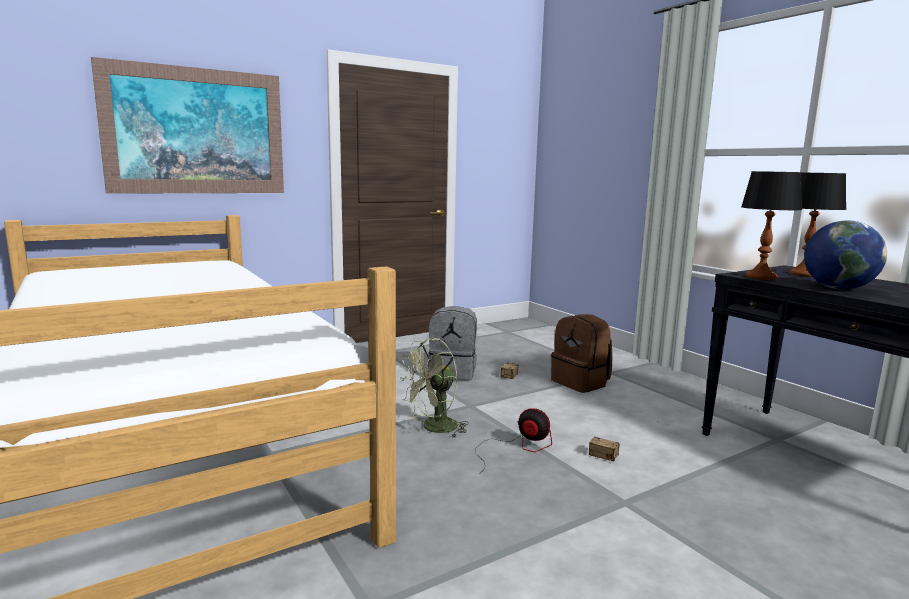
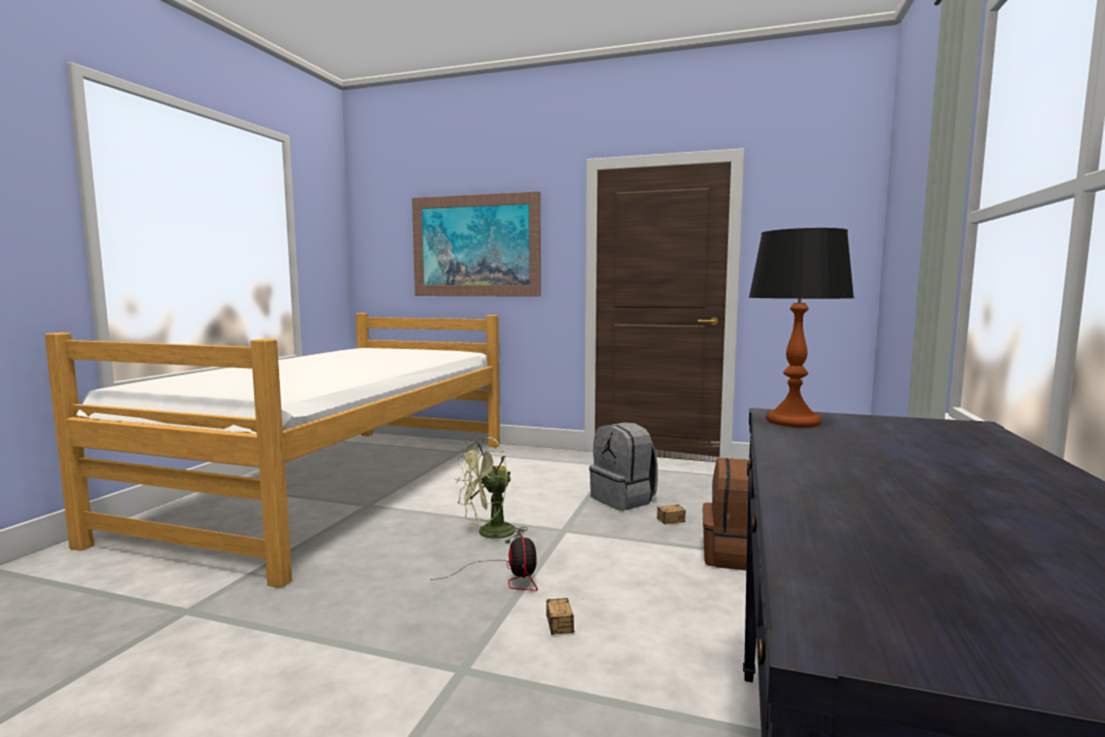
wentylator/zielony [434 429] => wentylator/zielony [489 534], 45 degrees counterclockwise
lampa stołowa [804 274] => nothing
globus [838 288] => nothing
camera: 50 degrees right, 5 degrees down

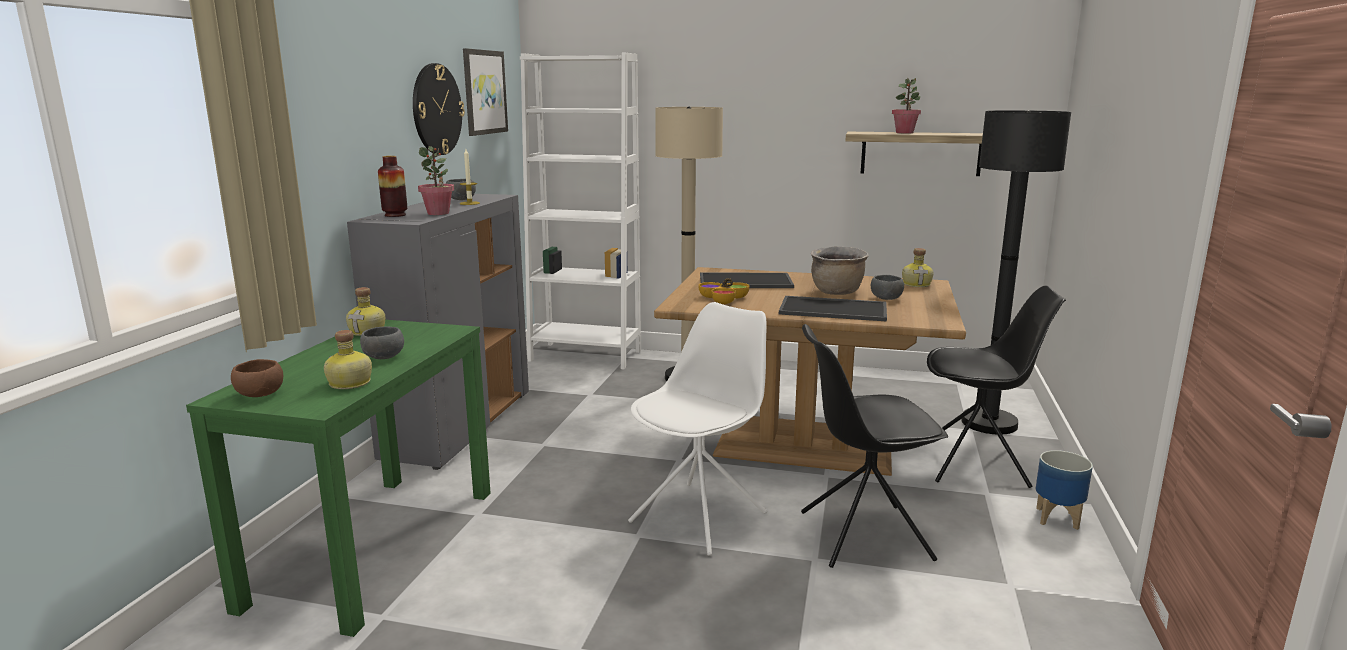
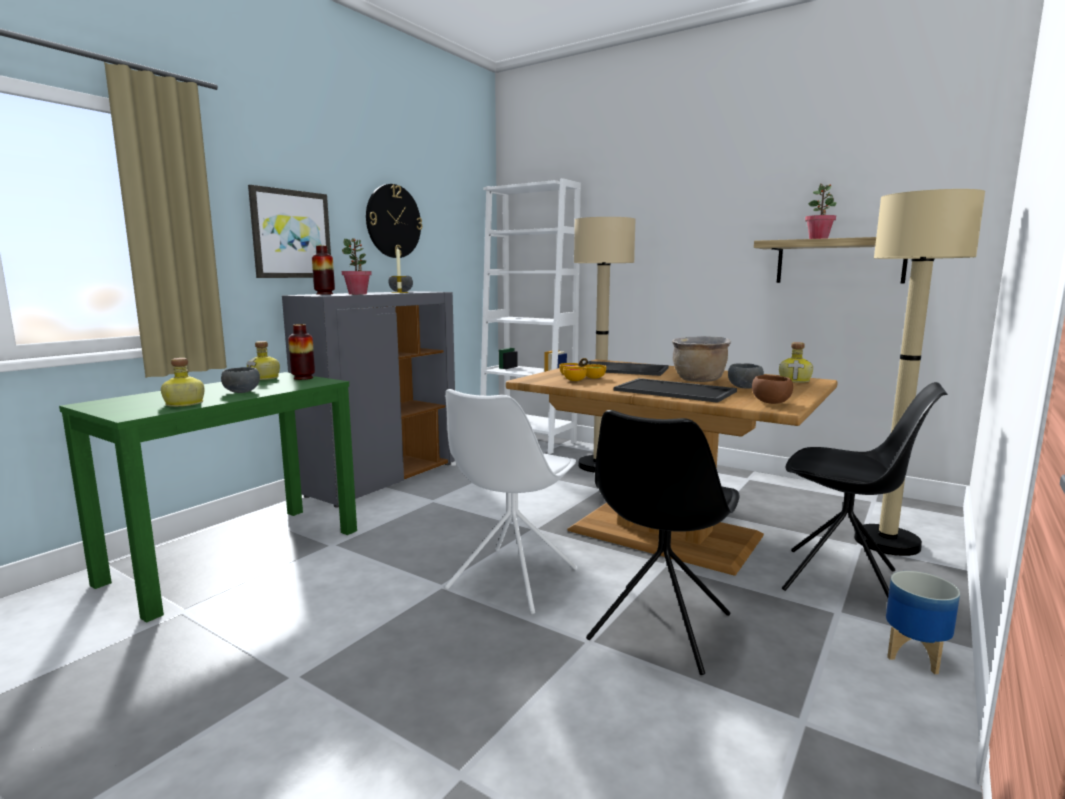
obraz [484 92] => obraz [291 234], move
nothing => wazon [303 378]
krzesło/biały [700 516] => krzesło/biały [511 580], 150 degrees clockwise
krzesło/czarny [862 535] => krzesło/czarny [658 628], 75 degrees counterclockwise
miska/brązowy [259 395] => miska/brązowy [770 402], move
lampa stojąca/czarny [989 423] => lampa stojąca/beżowy [887 542]
camera: 20 degrees right, 5 degrees down

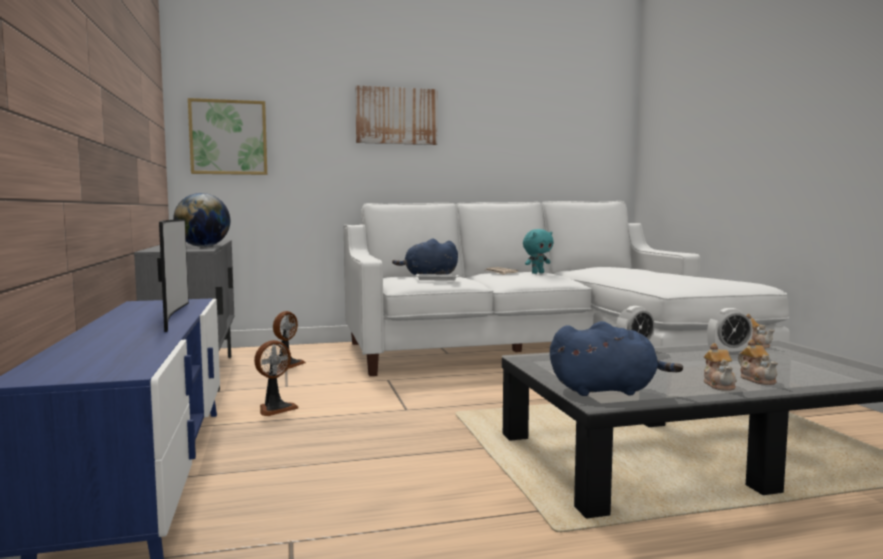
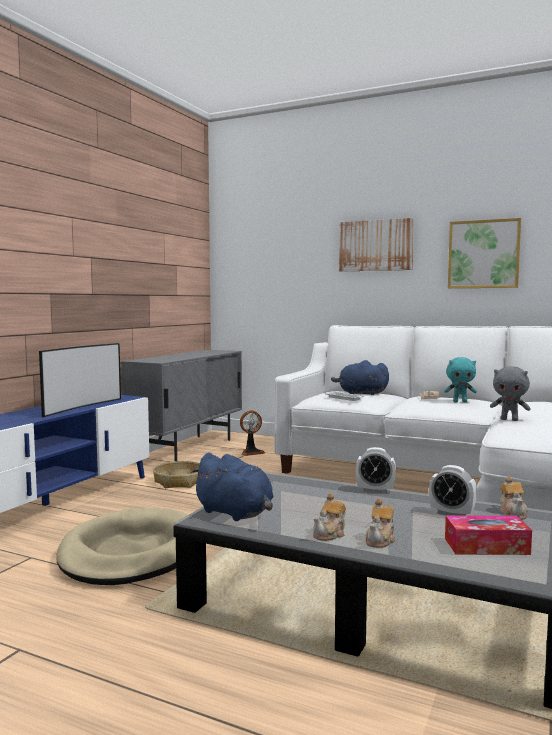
nothing => legowisko/beżowy [131 552]
wentylator [275 409] => koszyk [179 481]
nothing => pudełko chusteczek [486 546]
obraz [228 137] => obraz [483 254], move
nothing => pluszak/szary [509 420]
globus [203 246] => nothing
camera: 40 degrees right, 0 degrees up

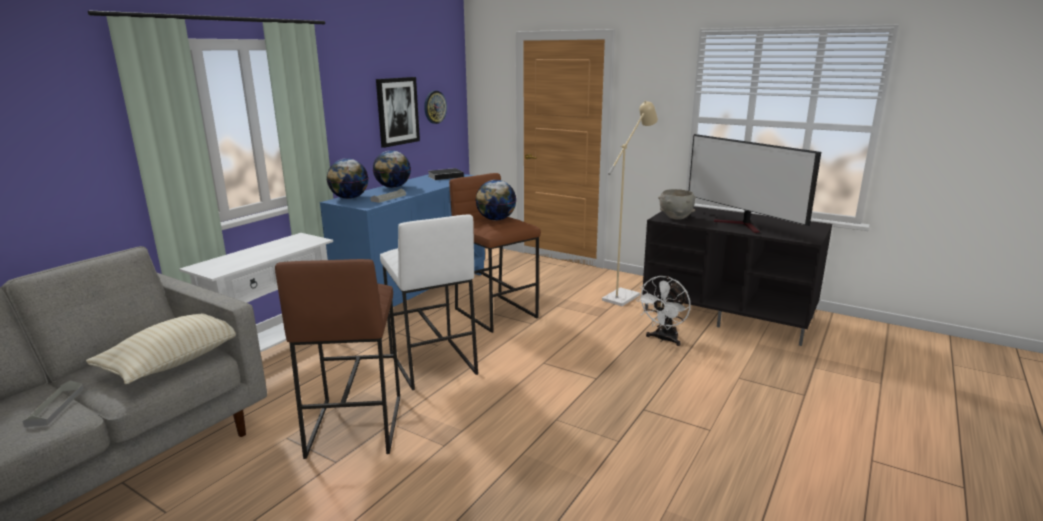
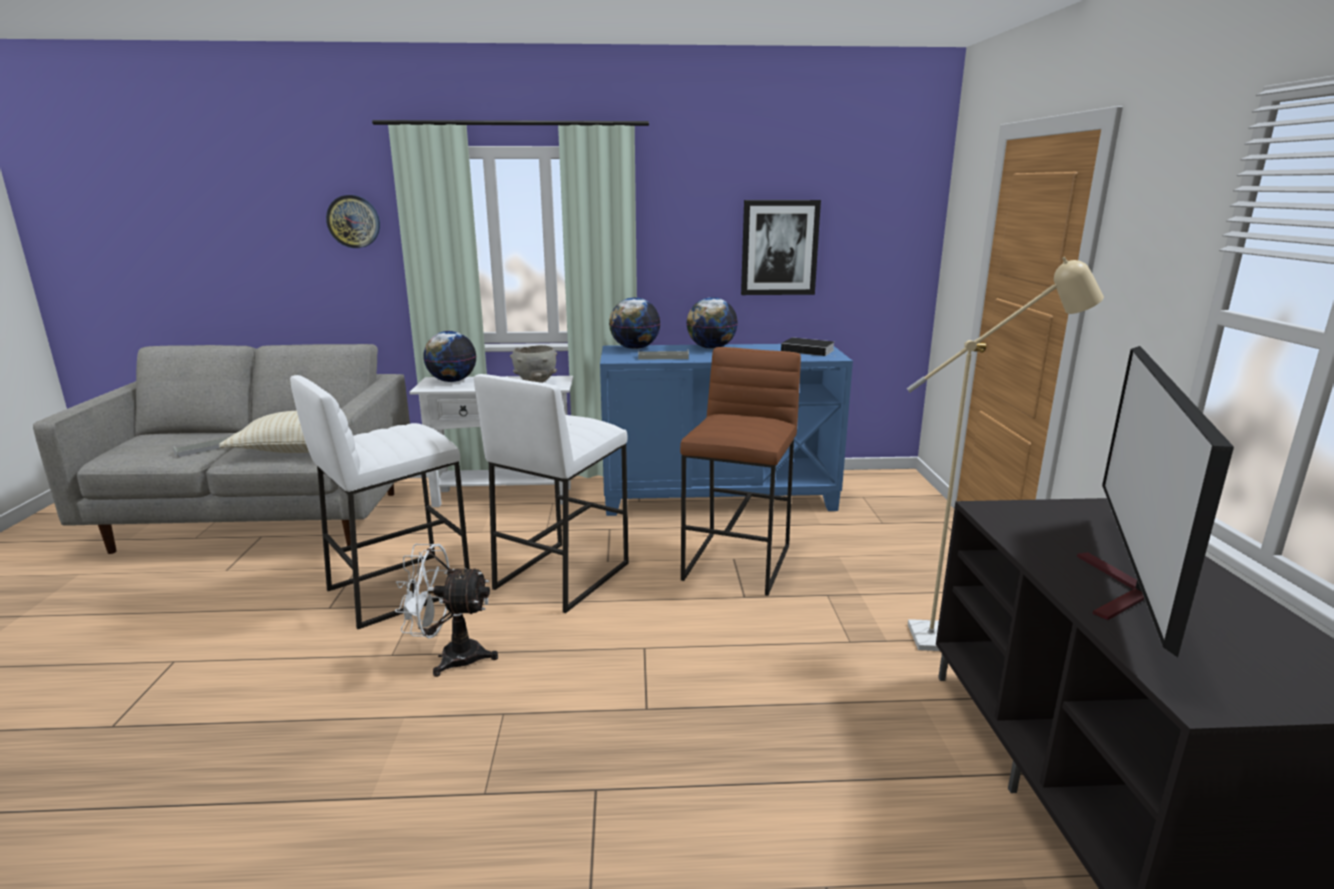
stołek/brązowy [354 425] => stołek/biały [399 588]
zegar ścienny [435 107] => zegar ścienny [353 221], move
wentylator/biały [663 339] => wentylator/biały [450 657], move
globus [496 219] => globus [452 381], move
miska/szary [675 218] => miska/szary [535 382], move
camera: 55 degrees right, 0 degrees up

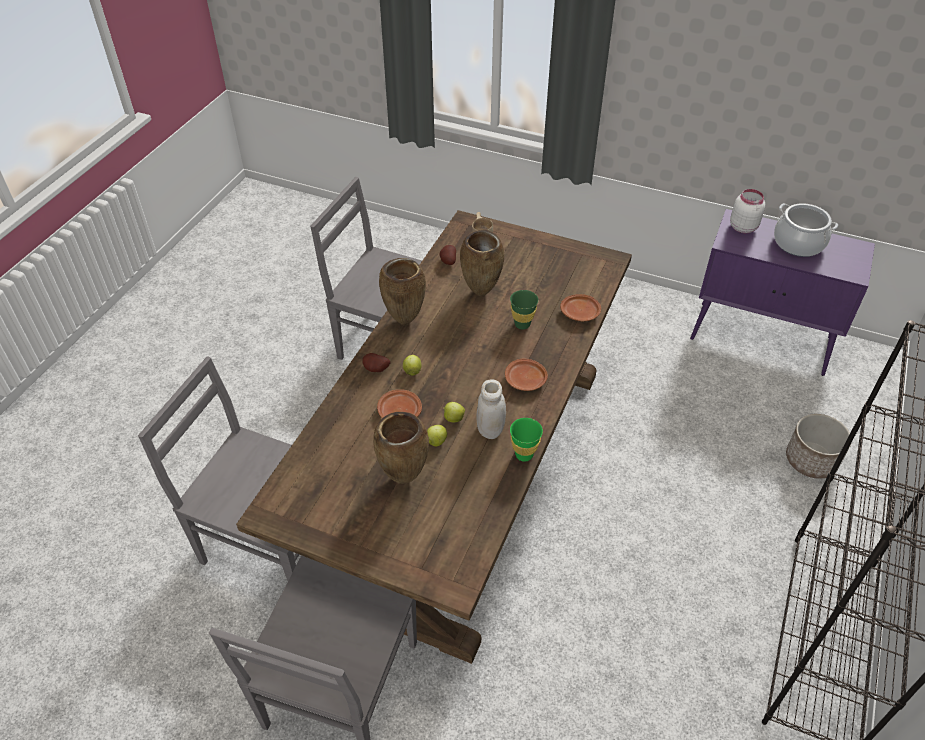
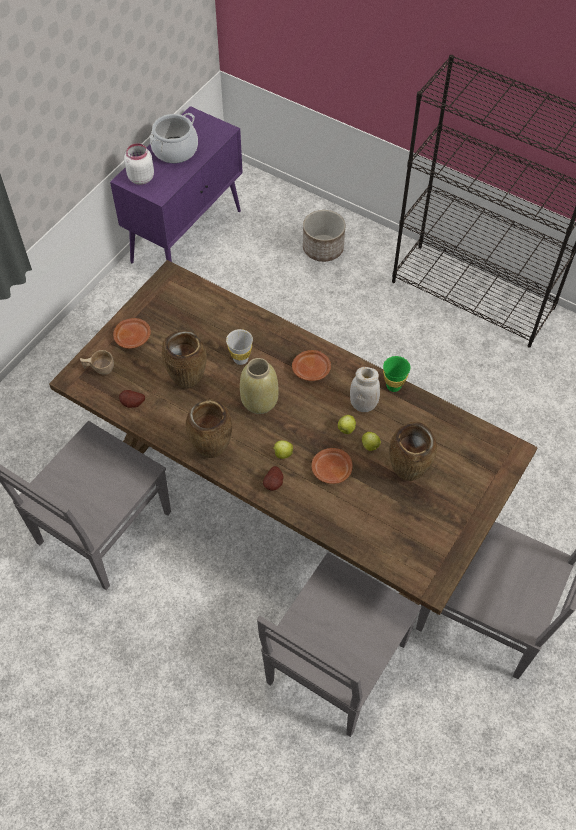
talerz/brązowy [580 313] => talerz/brązowy [133 337], move
filiżanka/zielony [522 324] => filiżanka/biały [240 359]
nothing => wazon/beżowy [259 401]
camera: 80 degrees left, 10 degrees up

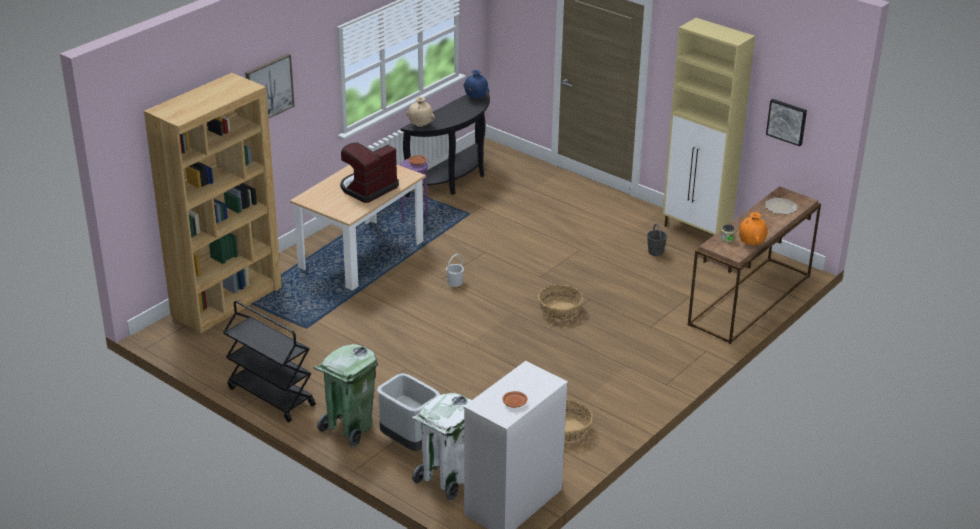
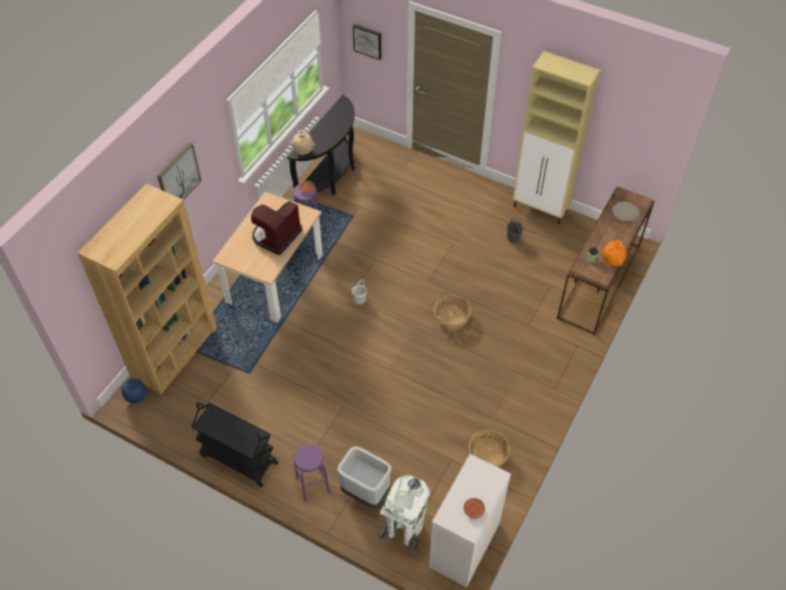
wazon/niebieski [475 98] => wazon/niebieski [136 398], move
kosz na śmieci/zielony [349 428] => stołek/fioletowy [312 485]
obraz [787 121] => obraz [368 41], move
camera: 10 degrees left, 20 degrees up

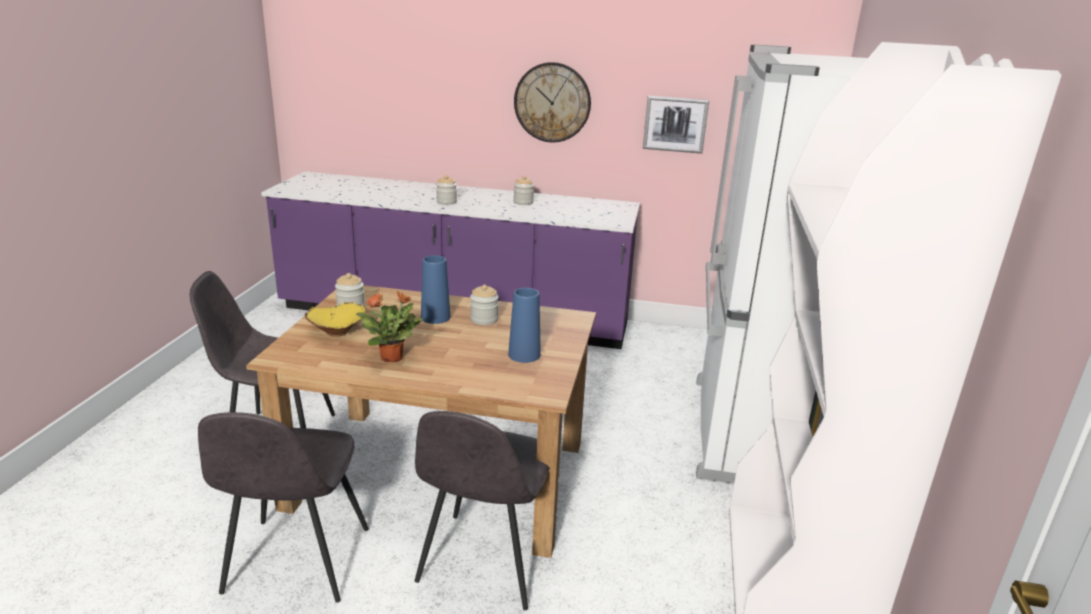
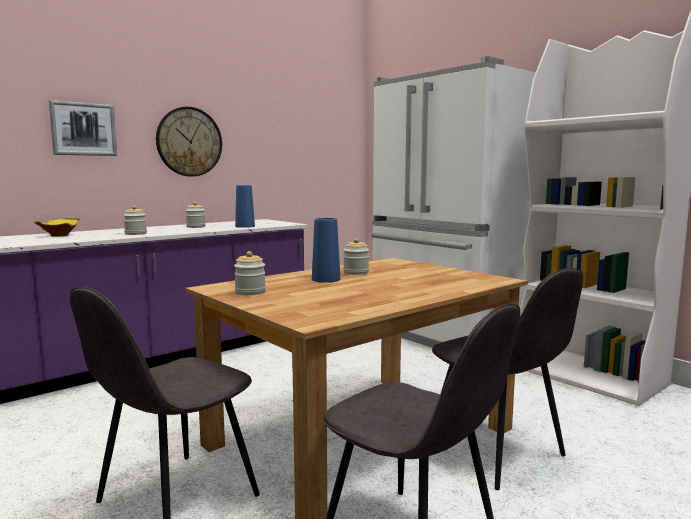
miska/żółty [336 331] => miska/żółty [58 235], move
obraz [675 124] => obraz [83 129], move
wazon/niebieski [524 355] => wazon/niebieski [245 226], move
roślina doniczkowa [392 358] => nothing
camera: 50 degrees left, 15 degrees down

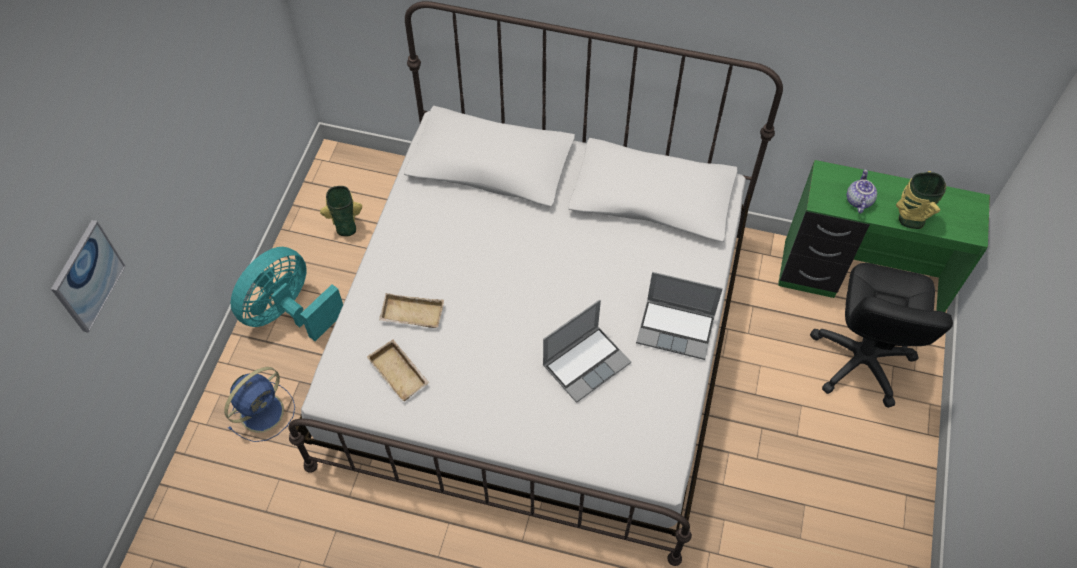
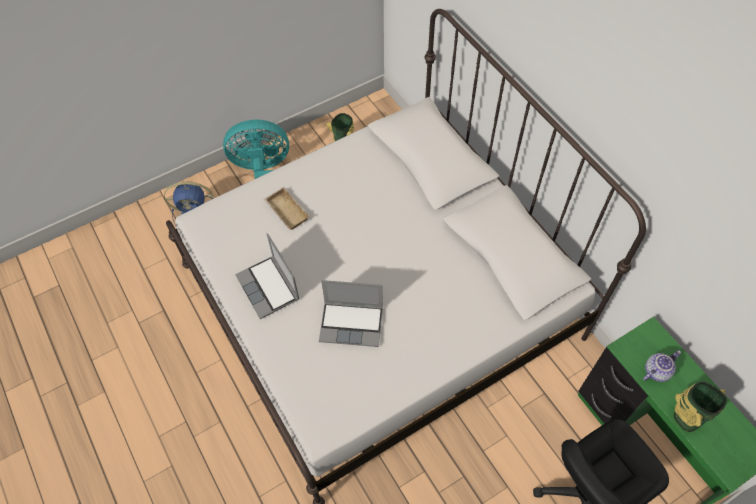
laptop [676 329] => laptop [269 288], move
obraz [87 276] => nothing
taca/beżowy [400 373] => nothing
camera: 45 degrees right, 0 degrees up

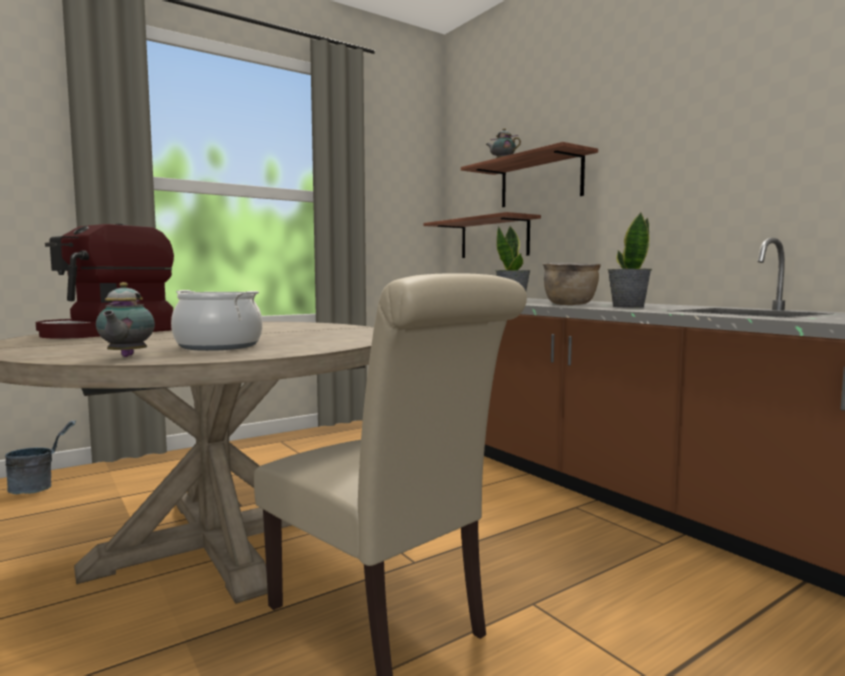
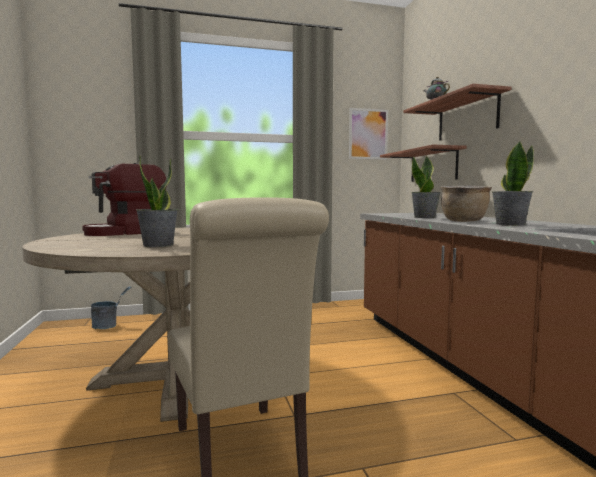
garnek [219 346] => roślina doniczkowa [158 245]
nothing => obraz [368 134]
imbryk [126 356] => nothing
camera: 20 degrees right, 0 degrees up

